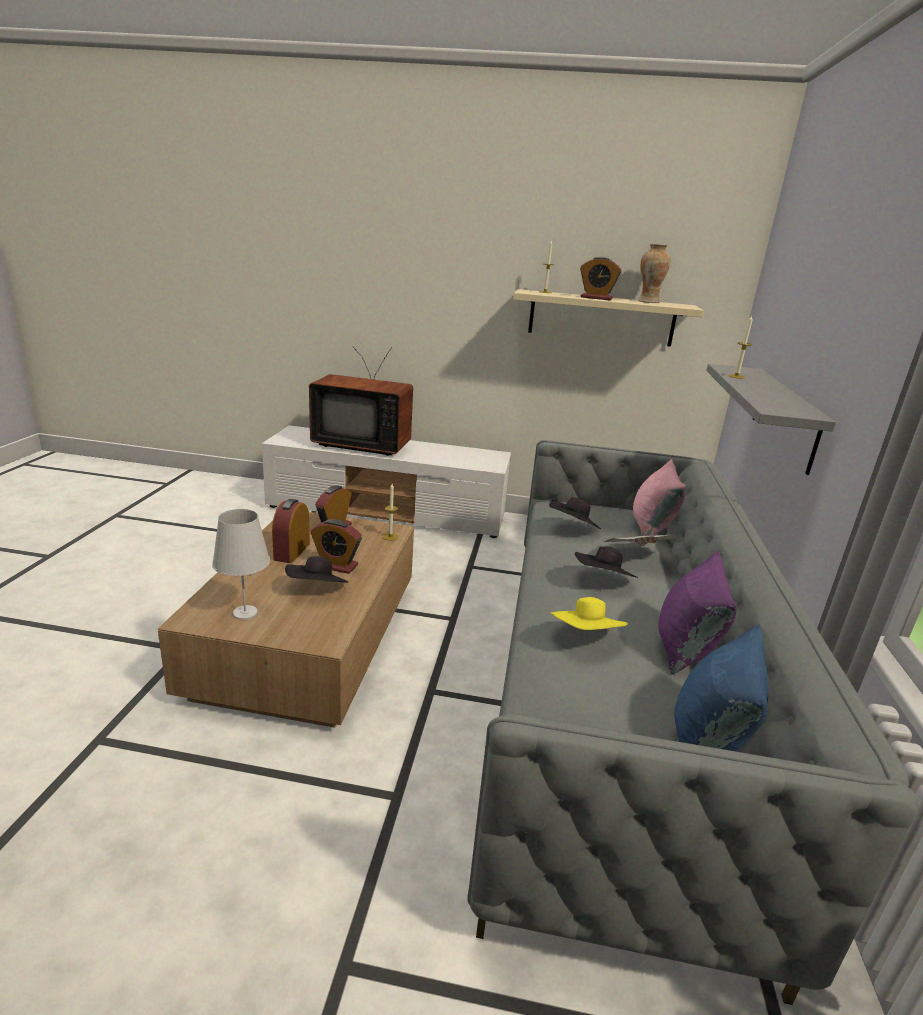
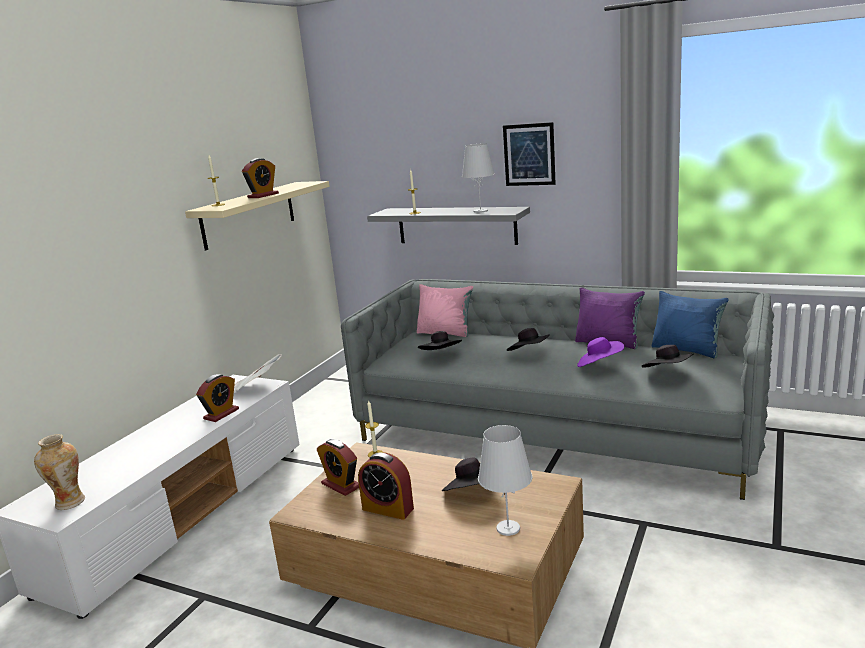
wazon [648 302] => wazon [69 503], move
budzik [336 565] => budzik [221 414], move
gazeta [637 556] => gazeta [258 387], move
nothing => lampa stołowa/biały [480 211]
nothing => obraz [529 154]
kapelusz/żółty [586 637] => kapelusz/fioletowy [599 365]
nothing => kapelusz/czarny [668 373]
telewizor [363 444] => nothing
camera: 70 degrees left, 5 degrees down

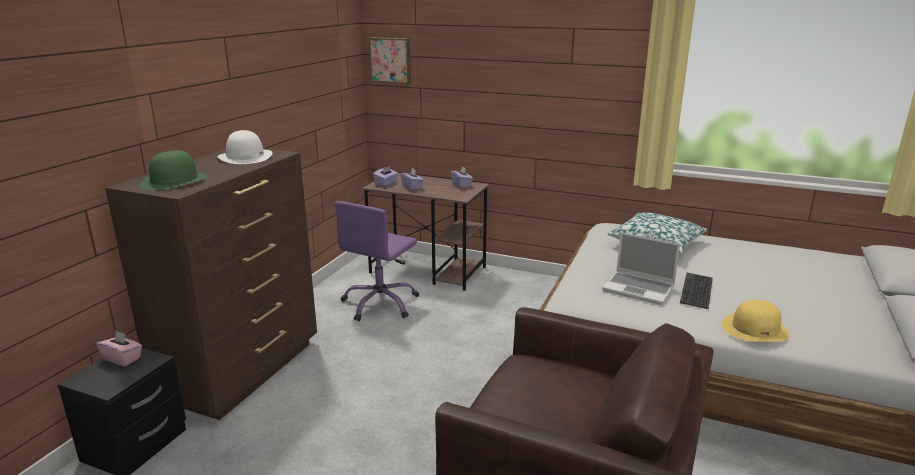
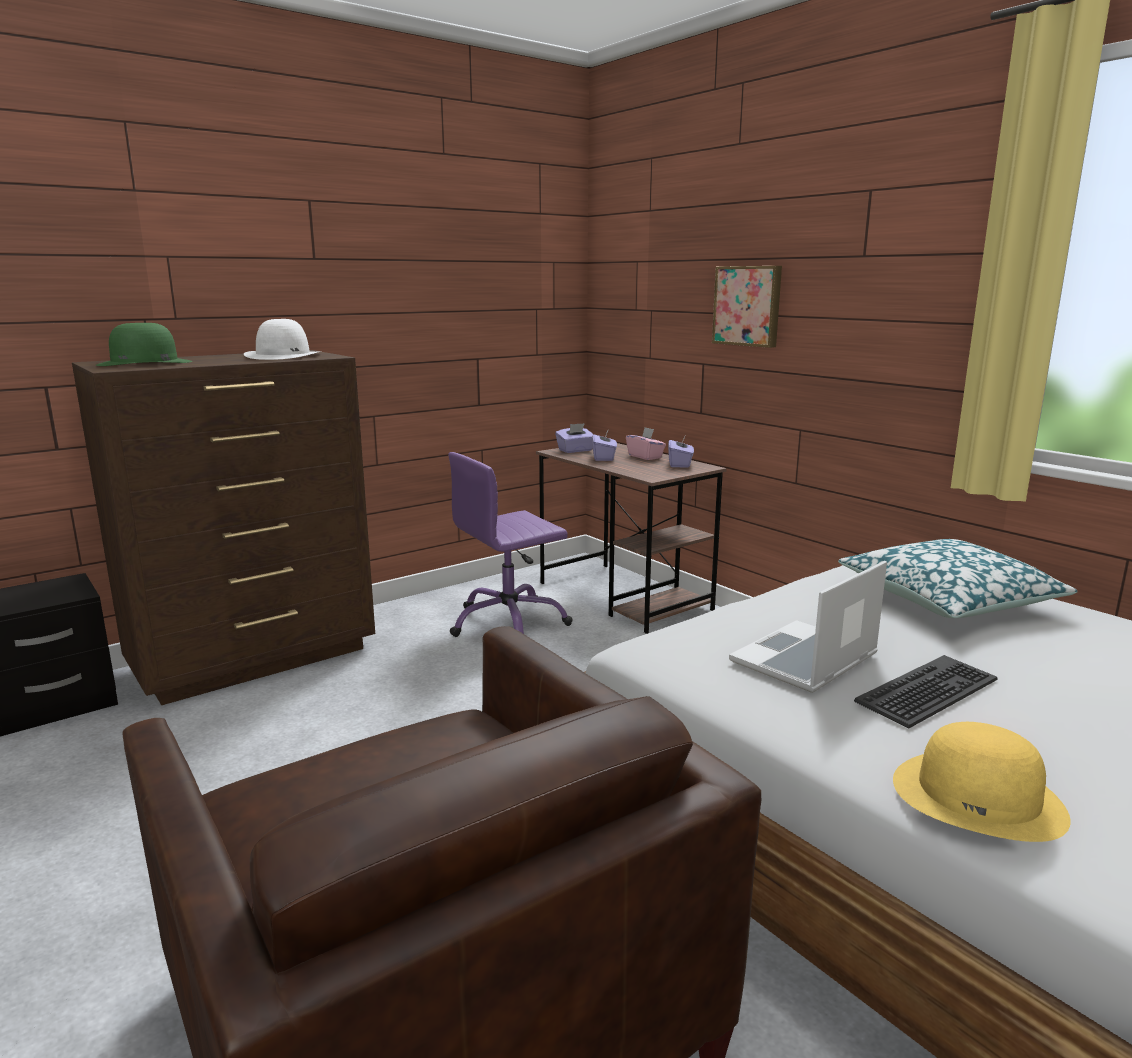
pudełko chusteczek/różowy [122 359] => pudełko chusteczek/różowy [645 457], move
obraz [391 60] => obraz [748 306], move
laptop [639 289] => laptop [805 660], 75 degrees clockwise
camera: 30 degrees right, 5 degrees down

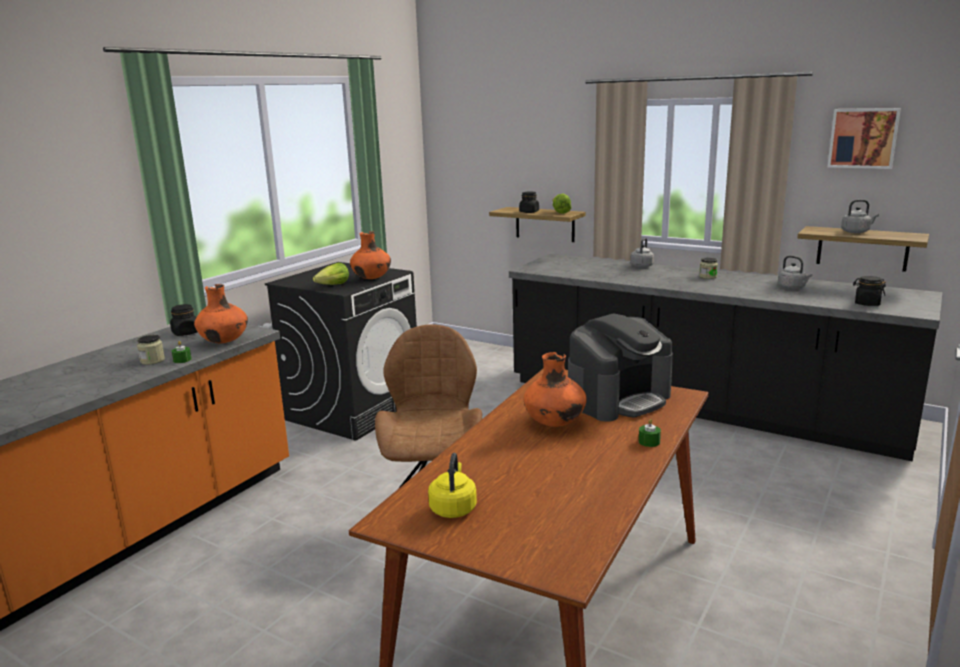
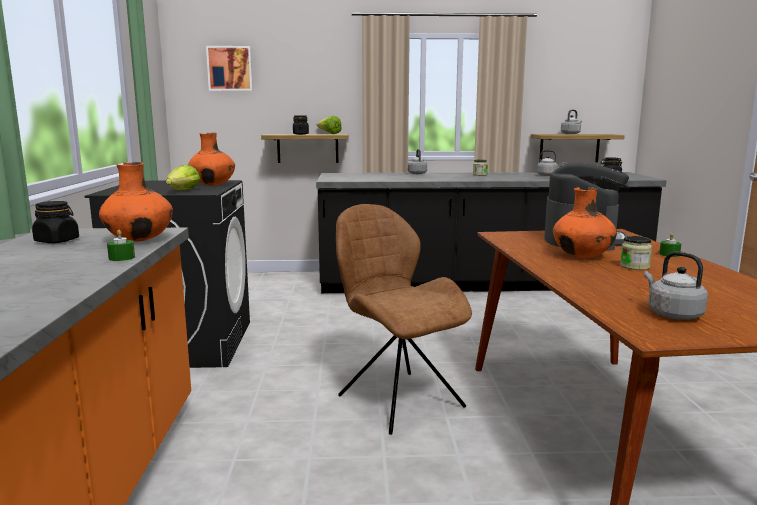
obraz [863 138] => obraz [230 68], move
słoik [152 361] => słoik [634 267], move
czajnik/żółty [453 508] => czajnik/szary [672 314]
camera: 35 degrees left, 5 degrees down

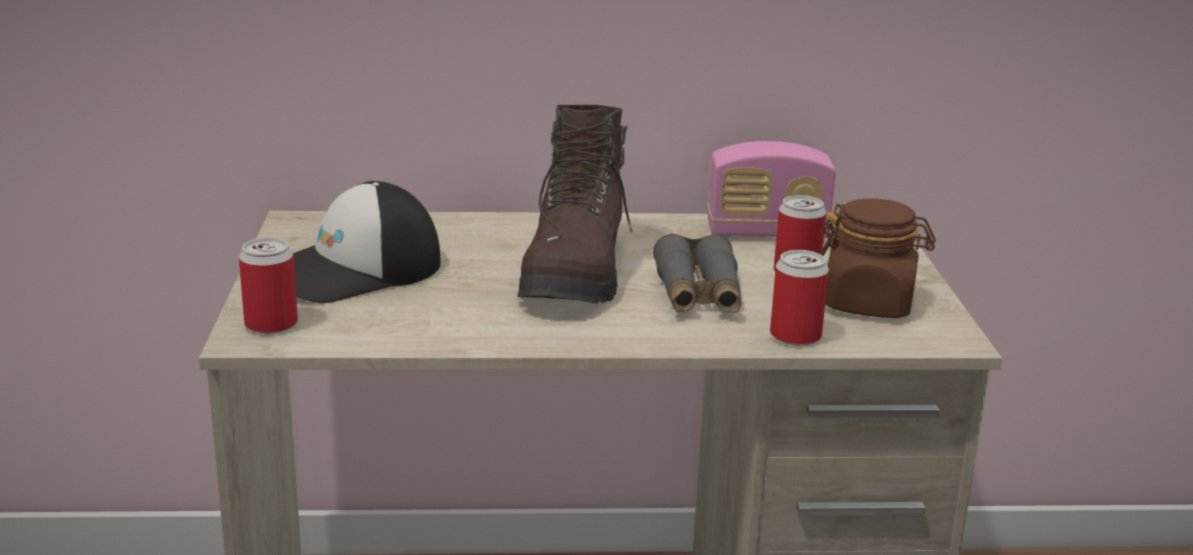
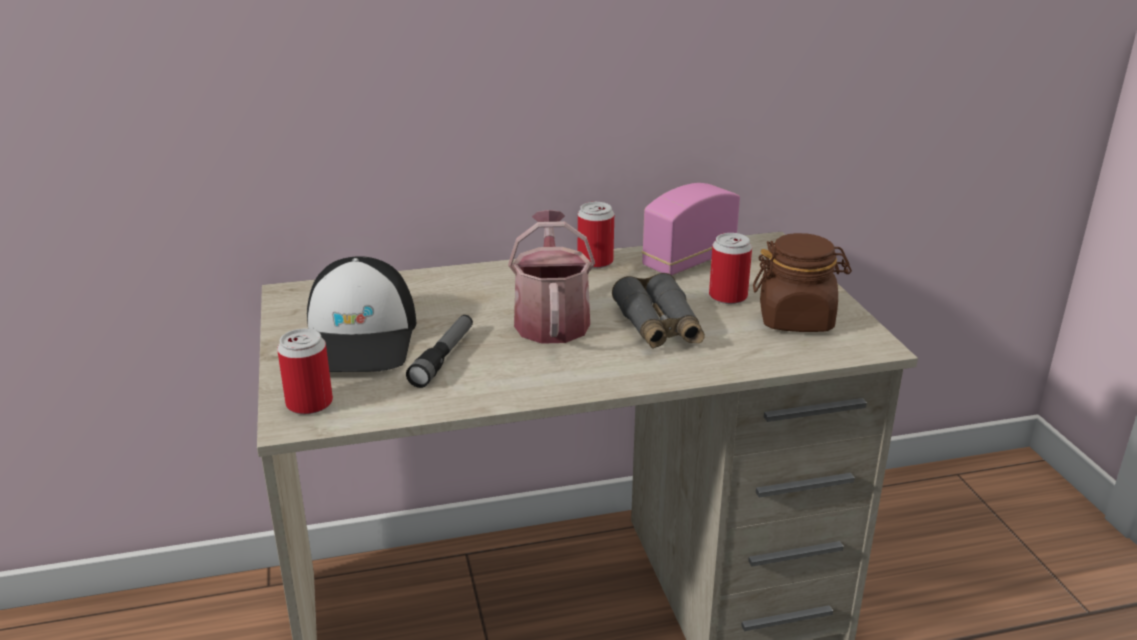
czapka z daszkiem [352 271] => czapka z daszkiem [360 339], 45 degrees counterclockwise
nothing => latarka [443 358]
but z cholewką/brązowy [576 274] => konewka [551 319]
puszka [795 336] => puszka [595 262], move
radio [767 233] => radio [689 260], 150 degrees clockwise
camera: 10 degrees left, 5 degrees up

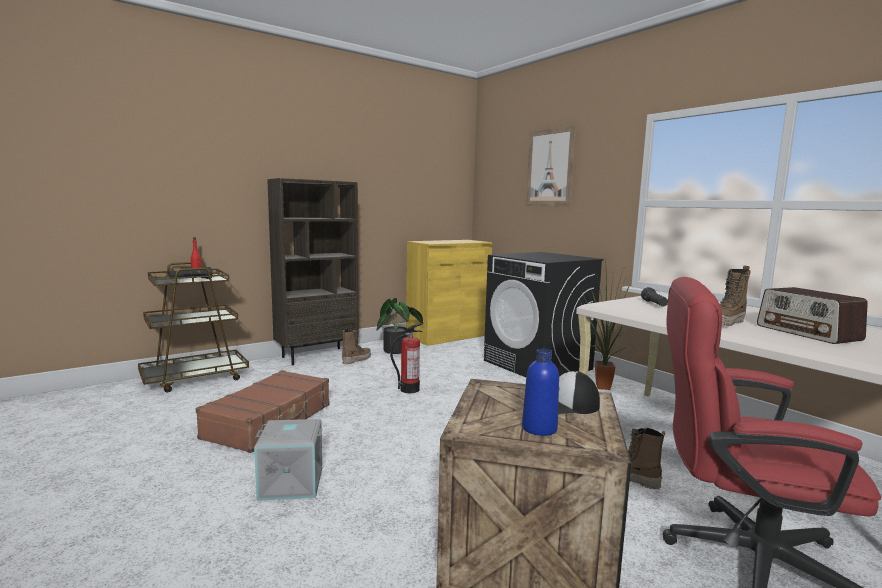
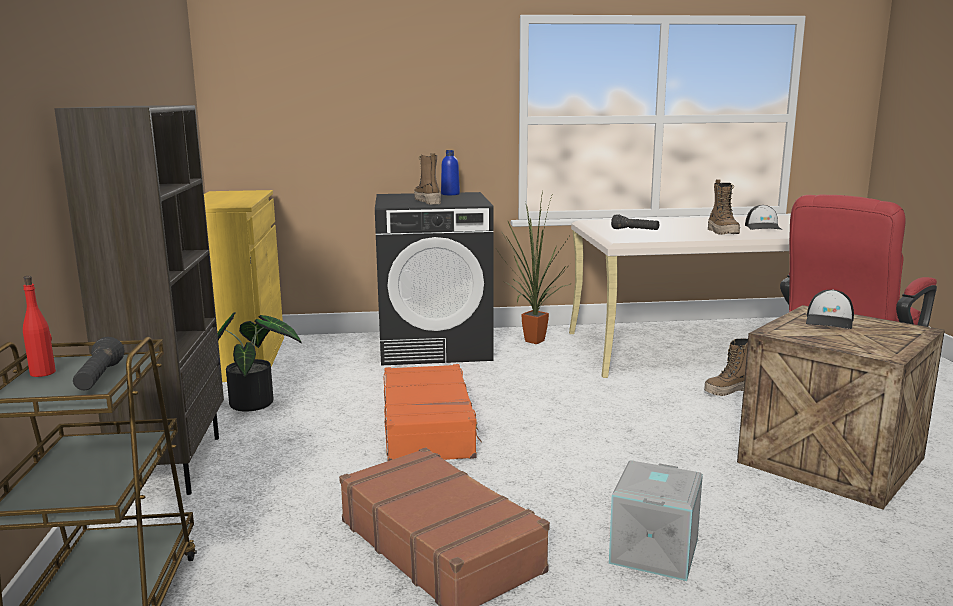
gaśnica [409 389] => walizka/pomarańczowy [428 428]
but z cholewką [356 360] => but z cholewką [427 201], move
butelka/niebieski [539 428] => butelka/niebieski [450 194], move
radio [808 333] => czapka z daszkiem [763 227]
obraz [550 168] => nothing
camera: 60 degrees left, 5 degrees up

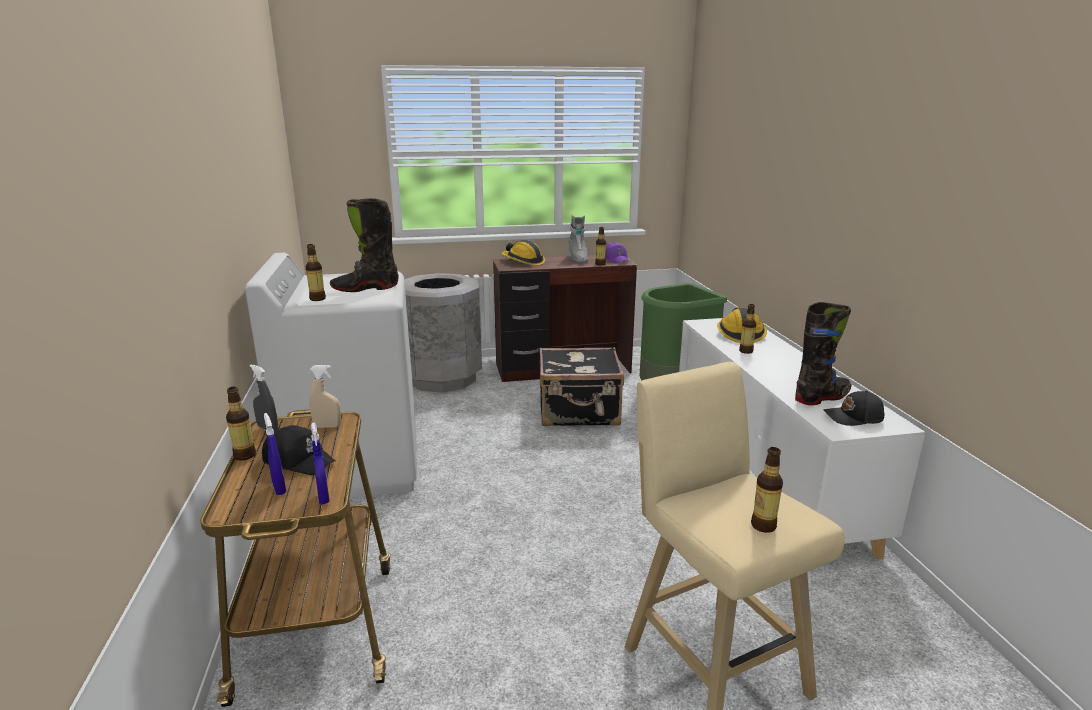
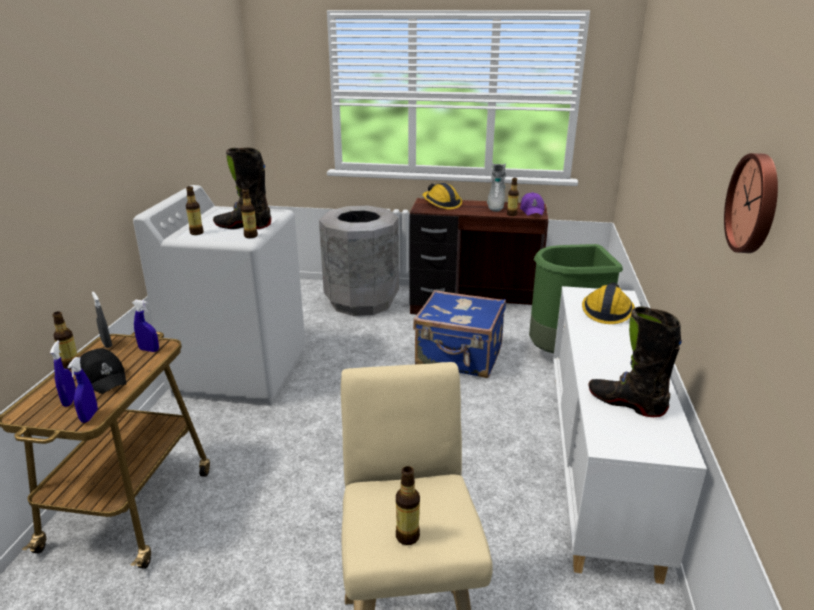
spryskiwacz/beżowy [327 426] => spryskiwacz/niebieski [149 350]
butelka [746 351] => butelka [251 236], move
walizka/czarny [579 412] => walizka/niebieski [459 357]
but z cholewką/czarny [822 398] => but z cholewką/czarny [626 403], 135 degrees counterclockwise
nothing => zegar ścienny [755 204]
czapka z daszkiem/czarny [854 418] => nothing
camera: 20 degrees right, 5 degrees up

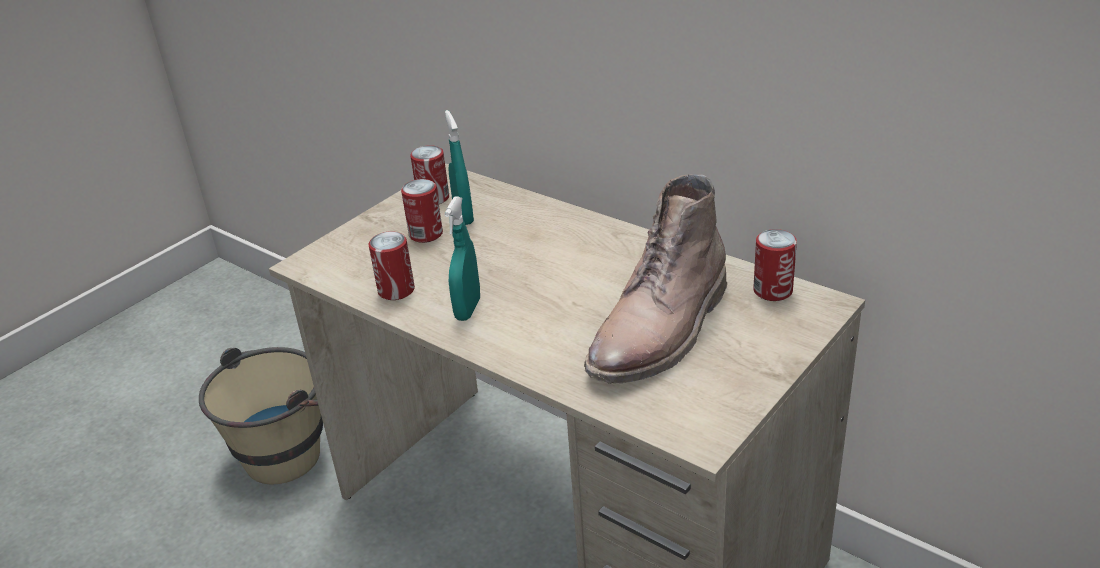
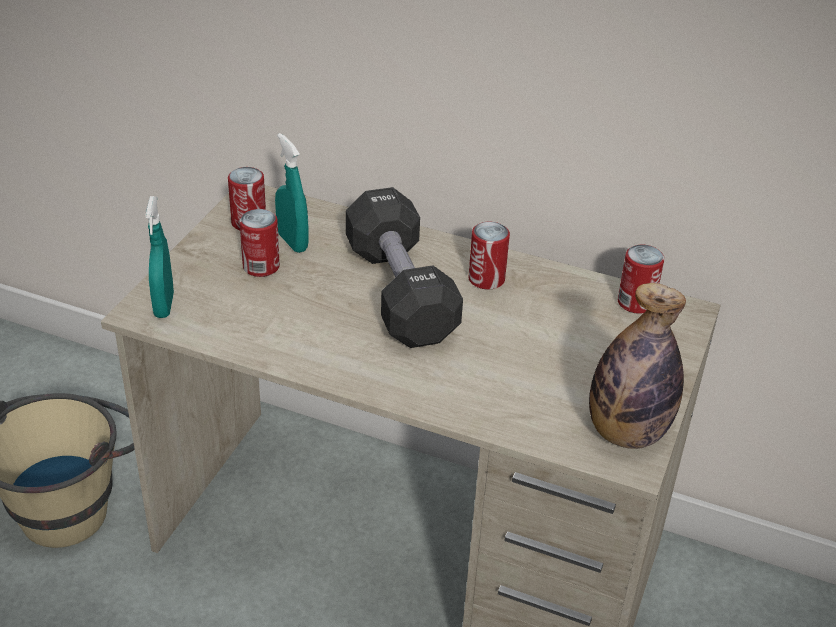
spryskiwacz/turkusowy [468 309] => spryskiwacz/turkusowy [164 305], move
nothing => hantel/czarny [400 292]
puszka [396 290] => puszka [486 279], move
nothing => butelka [626 433]
but z cholewką/brązowy [662 331] => nothing
camera: 20 degrees left, 5 degrees up

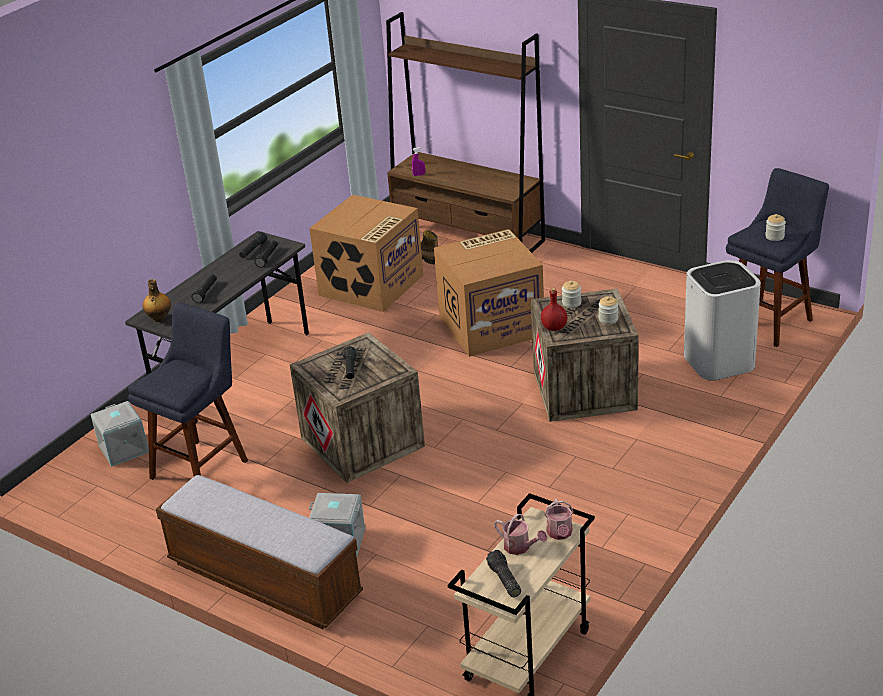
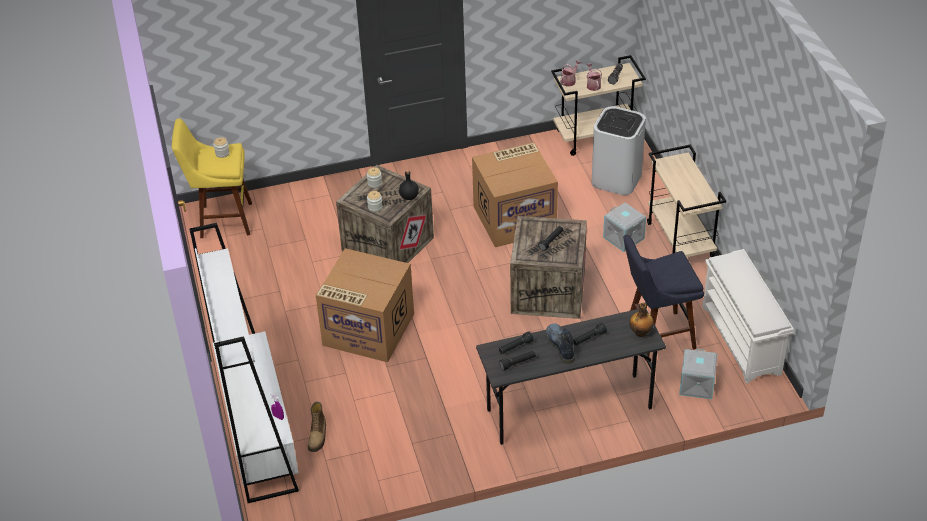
stołek/niebieski [771 320] => stołek/żółty [221 220]
regał/brązowy [468 235] => regał/biały [259 436]
butelka/czerwony [554 328] => butelka/czarny [409 196]
karton [371 286] => karton [515 218], move
nothing => but z cholewką [560 345]
kosz na śmieci/biały [719 362] => kosz na śmieci/biały [616 179], move
ławka [264 579] => wózek/beżowy [681 241]
nothing => regał na buty/biały [742 340]
camera: 140 degrees left, 10 degrees up

